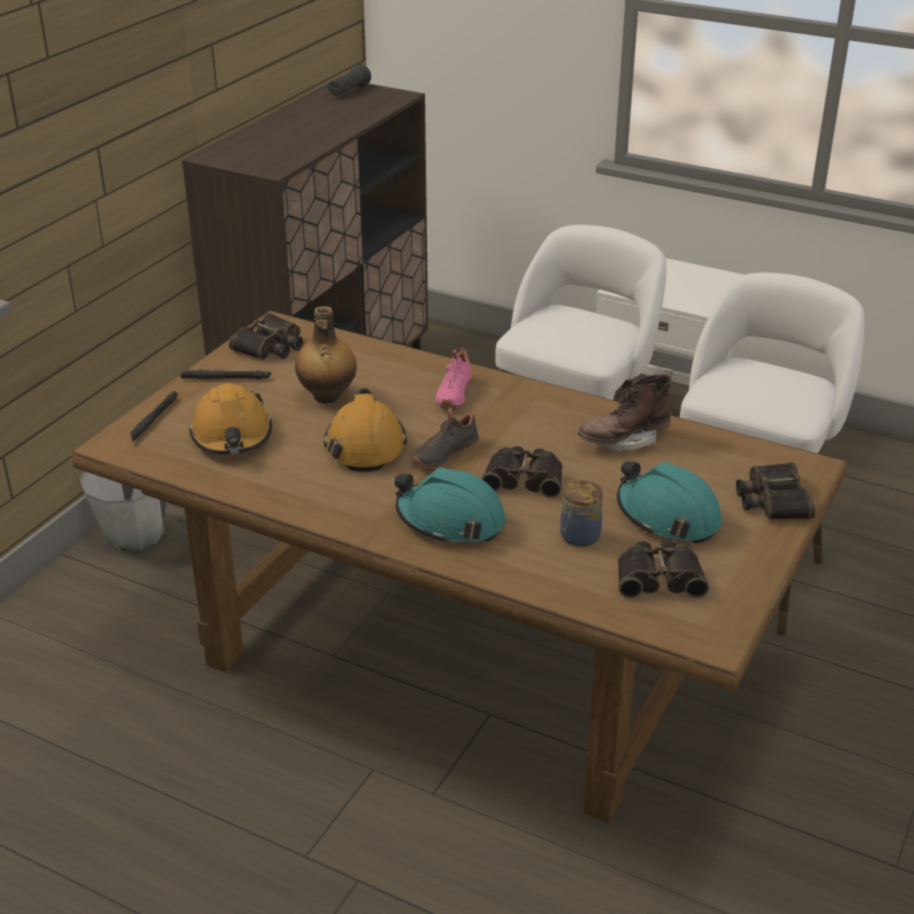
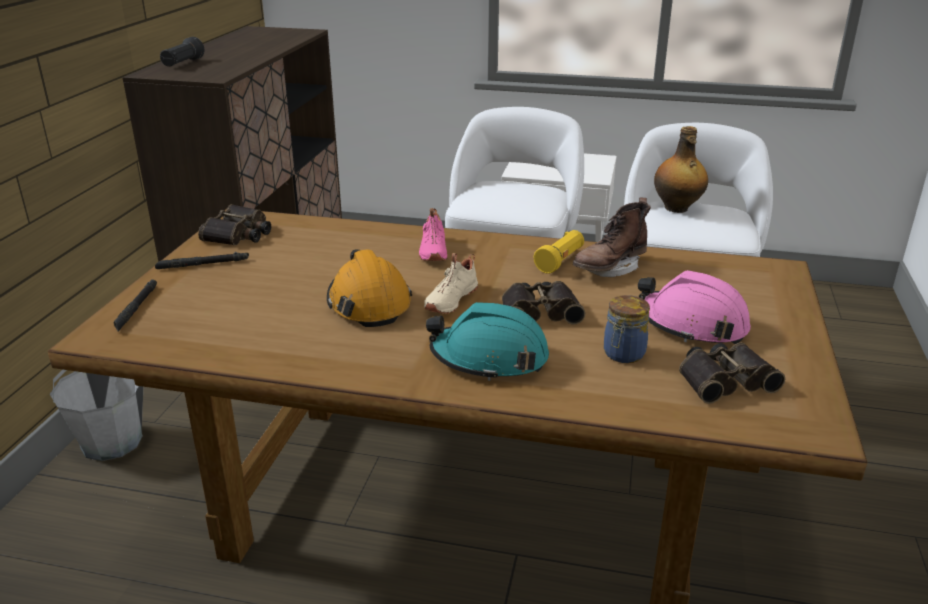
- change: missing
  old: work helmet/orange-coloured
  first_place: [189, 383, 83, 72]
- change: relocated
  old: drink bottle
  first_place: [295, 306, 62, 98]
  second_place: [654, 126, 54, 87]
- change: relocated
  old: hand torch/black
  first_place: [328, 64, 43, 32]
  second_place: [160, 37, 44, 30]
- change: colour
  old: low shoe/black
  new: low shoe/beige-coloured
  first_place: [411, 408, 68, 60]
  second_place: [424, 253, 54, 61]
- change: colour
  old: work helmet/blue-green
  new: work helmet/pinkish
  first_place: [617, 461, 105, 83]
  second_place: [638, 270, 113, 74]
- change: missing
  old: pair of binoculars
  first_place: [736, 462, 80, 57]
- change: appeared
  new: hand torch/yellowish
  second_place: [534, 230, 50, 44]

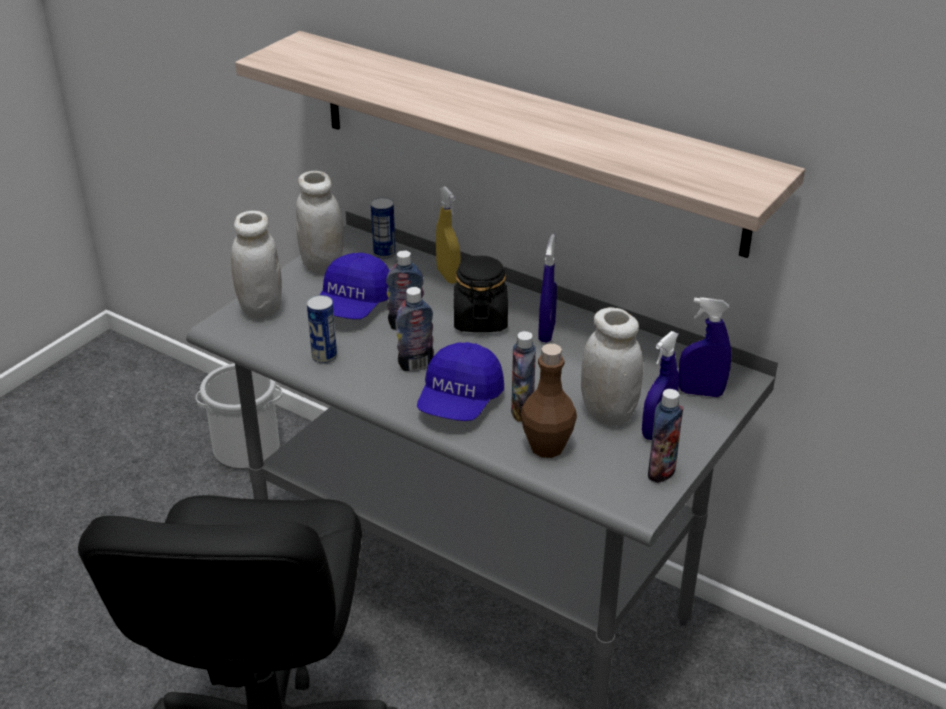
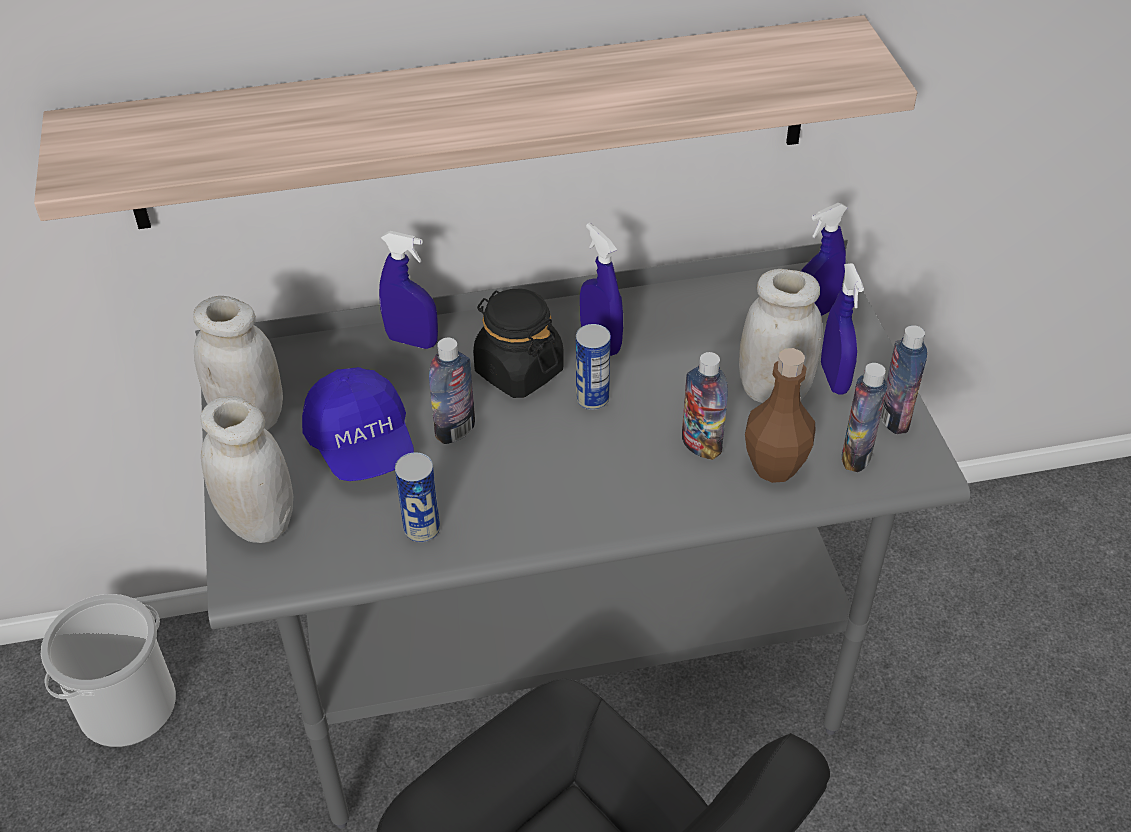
- change: relocated
  old: metal can
  first_place: [371, 197, 25, 62]
  second_place: [576, 324, 35, 86]
- change: relocated
  old: drink bottle
  first_place: [396, 287, 38, 84]
  second_place: [842, 363, 46, 109]
- change: missing
  old: baseball cap/blue-coloured
  first_place: [417, 342, 87, 79]
- change: colour
  old: sprayer/yellowish
  new: sprayer/blue-coloured
  first_place: [436, 186, 24, 98]
  second_place: [379, 231, 59, 118]

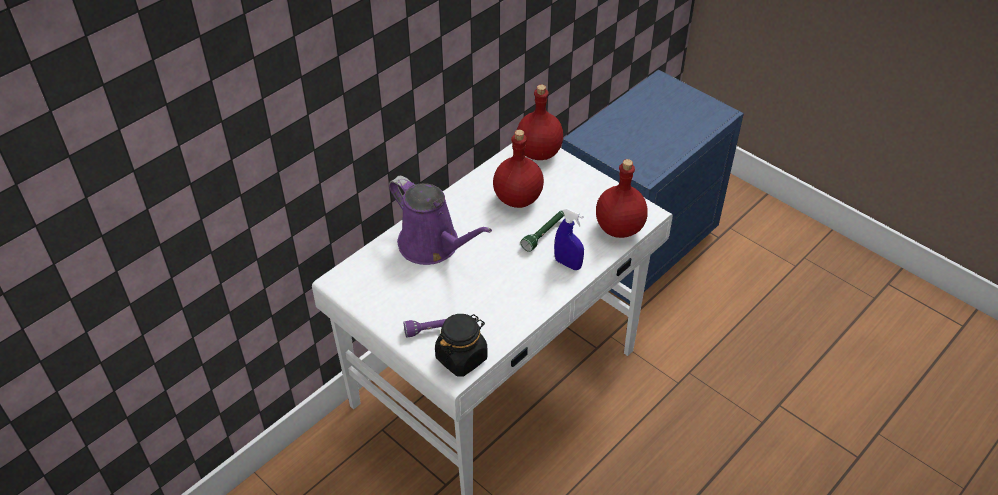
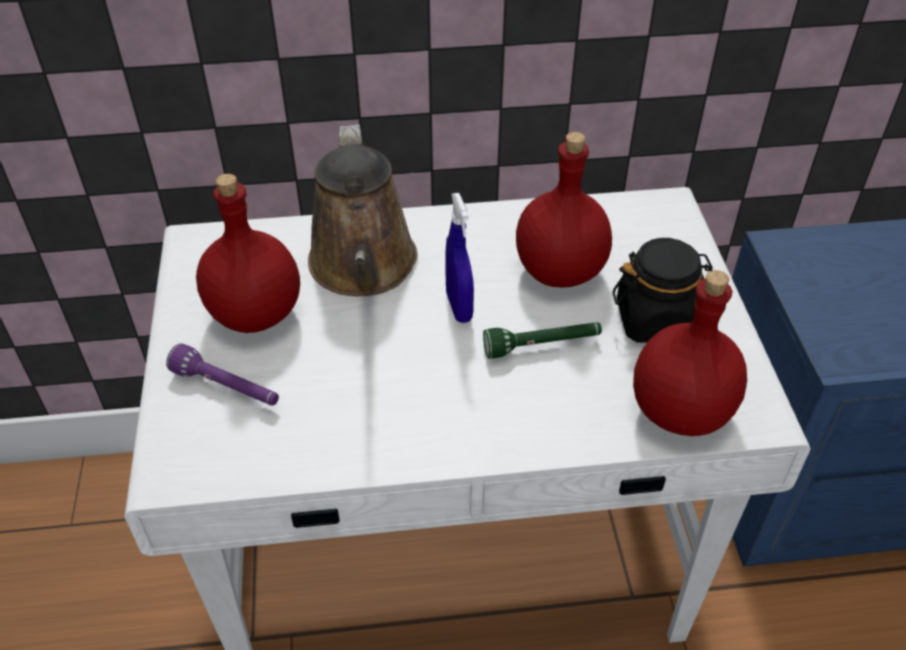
- change: colour
  old: watering can/purplish
  new: watering can/brown-coloured
  first_place: [389, 176, 103, 89]
  second_place: [308, 124, 109, 172]
- change: relocated
  old: preserve jar/black
  first_place: [435, 314, 52, 63]
  second_place: [613, 238, 100, 105]
- change: relocated
  old: drink bottle/red-coloured
  first_place: [517, 84, 46, 76]
  second_place: [196, 174, 104, 159]
- change: relocated
  old: sprayer/blue-coloured
  first_place: [554, 208, 30, 62]
  second_place: [445, 193, 29, 130]

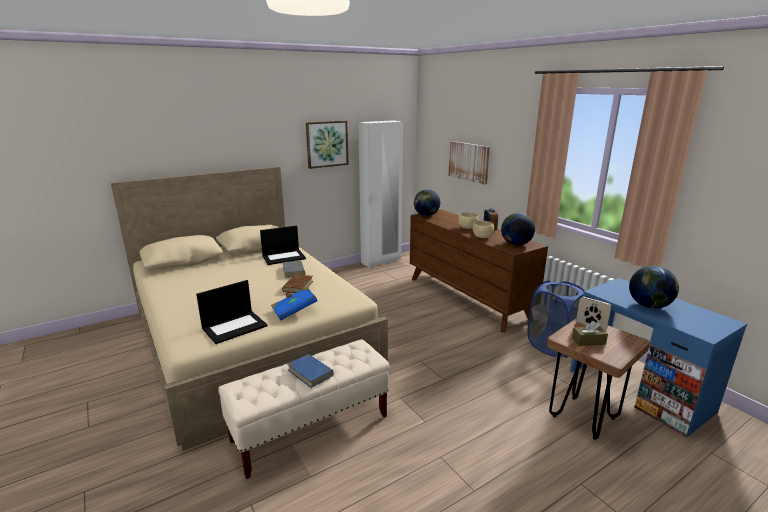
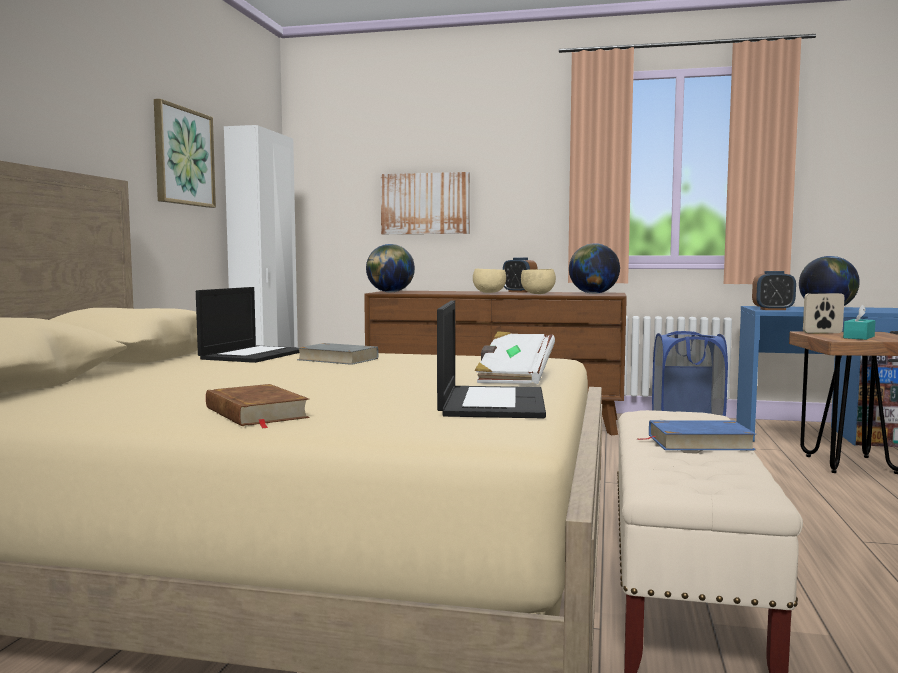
- change: colour
  old: bound book/blue-coloured
  new: bound book/whitish
  first_place: [271, 287, 46, 33]
  second_place: [475, 331, 80, 53]
- change: relocated
  old: bound book/brown-coloured
  first_place: [282, 274, 31, 21]
  second_place: [206, 384, 104, 44]
- change: colour
  old: box of tissues/brown-coloured
  new: box of tissues/blue-green
  first_place: [572, 321, 36, 25]
  second_place: [843, 305, 33, 35]
- change: appeared
  new: bedside clock
  second_place: [752, 271, 44, 39]

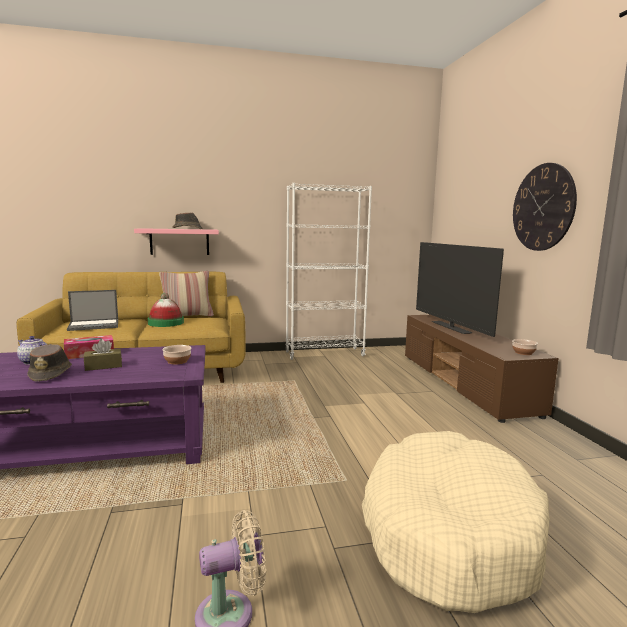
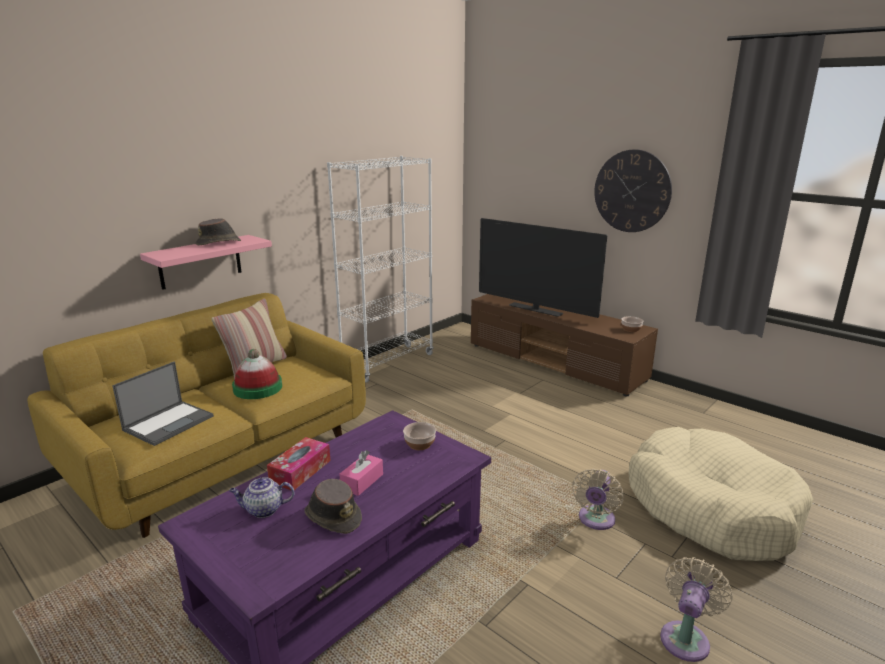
- change: colour
  old: box of tissues/brown-coloured
  new: box of tissues/pinkish
  first_place: [84, 339, 38, 32]
  second_place: [339, 450, 44, 46]
- change: appeared
  new: fan/beige-coloured
  second_place: [572, 468, 52, 62]

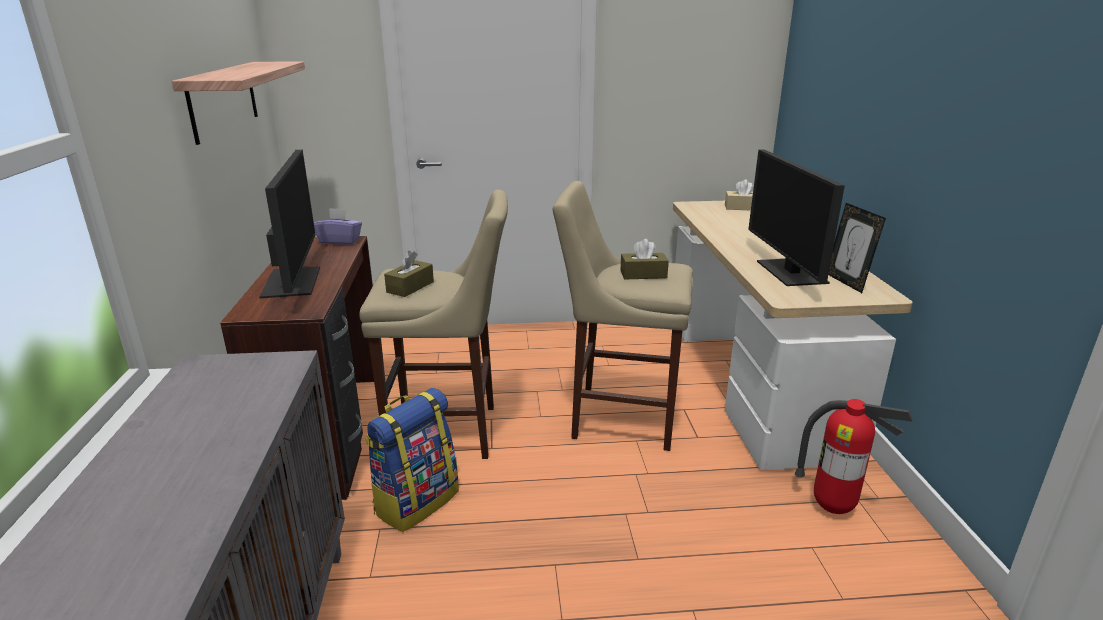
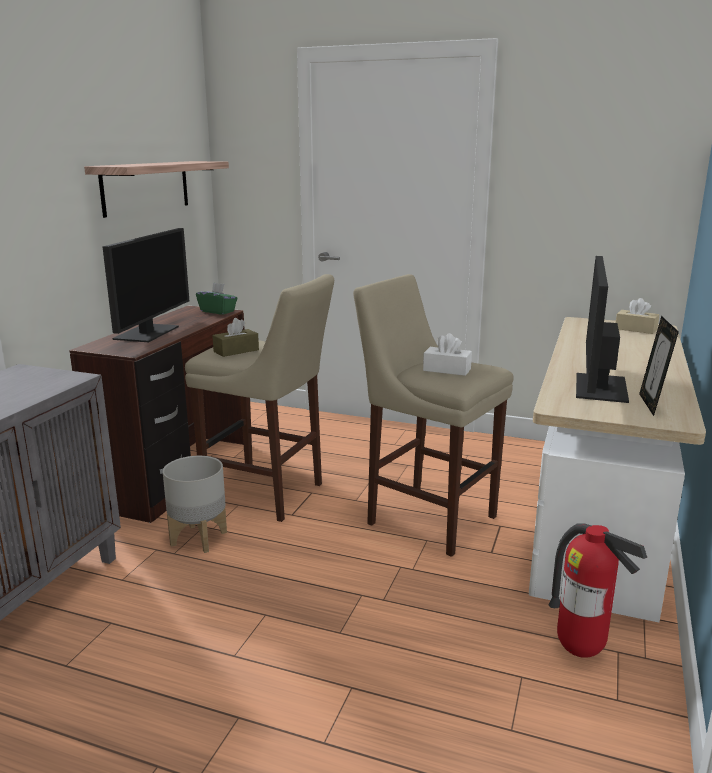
- change: colour
  old: box of tissues/purplish
  new: box of tissues/green-coloured
  first_place: [314, 208, 48, 37]
  second_place: [196, 282, 42, 33]
- change: exchanged
  old: backpack
  new: planter/greyish
  first_place: [365, 388, 94, 144]
  second_place: [163, 456, 64, 97]
- change: colour
  old: box of tissues/brown-coloured
  new: box of tissues/whitish
  first_place: [620, 239, 49, 40]
  second_place: [423, 333, 49, 43]

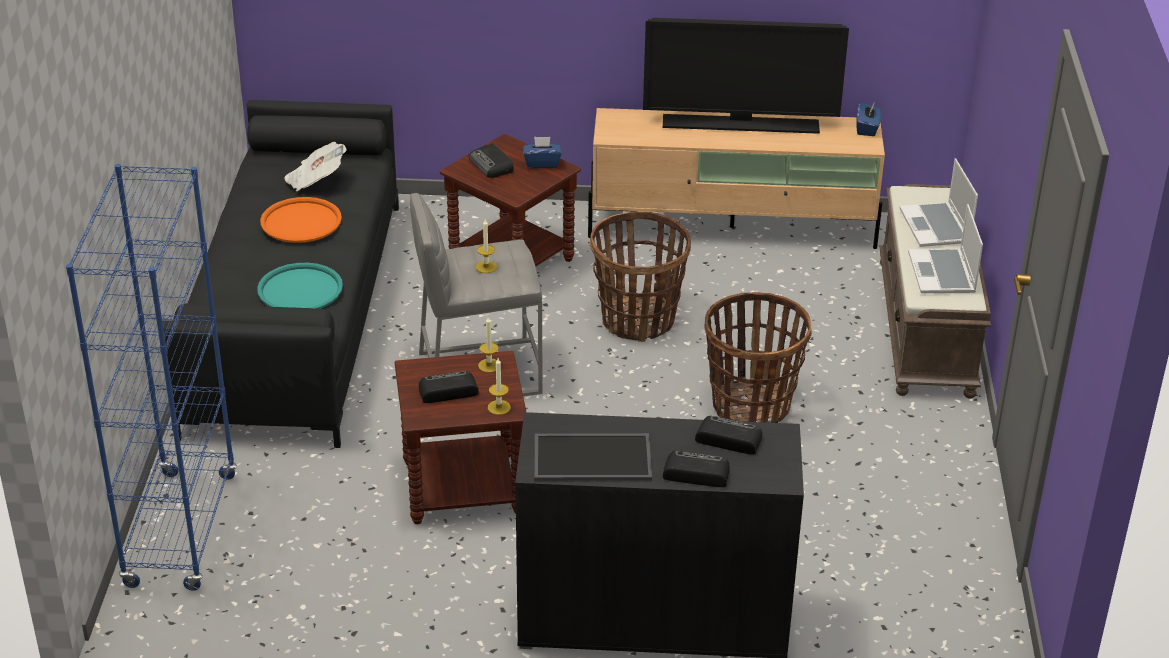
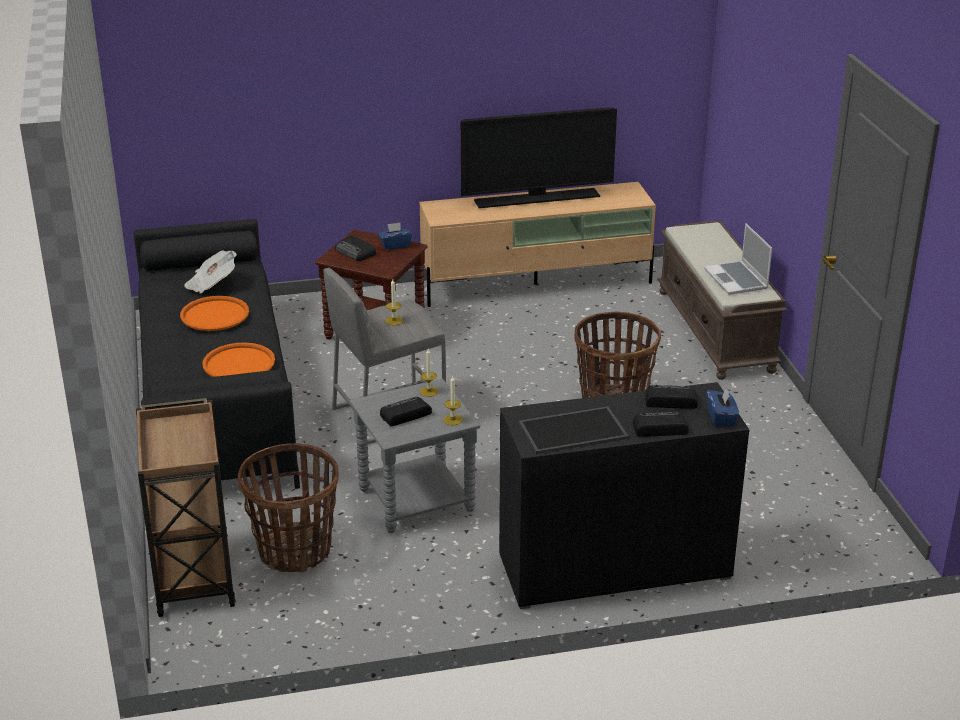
- change: exchanged
  old: bookshelf/blue-coloured
  new: cart/brown-coloured
  first_place: [66, 164, 171, 427]
  second_place: [136, 398, 100, 219]
- change: colour
  old: serving tray/blue-green
  new: serving tray/orange-coloured
  first_place: [257, 263, 86, 46]
  second_place: [202, 343, 73, 34]
- change: colour
  old: side table/brown-coloured
  new: side table/greyish
  first_place: [395, 351, 131, 173]
  second_place: [350, 379, 130, 154]
- change: relocated
  old: storage basket
  first_place: [590, 211, 101, 131]
  second_place: [238, 443, 101, 129]
- change: relocated
  old: box of tissues/blue-coloured
  first_place: [856, 102, 25, 34]
  second_place: [706, 387, 33, 40]
- change: missing
  old: laptop
  first_place: [899, 158, 79, 89]

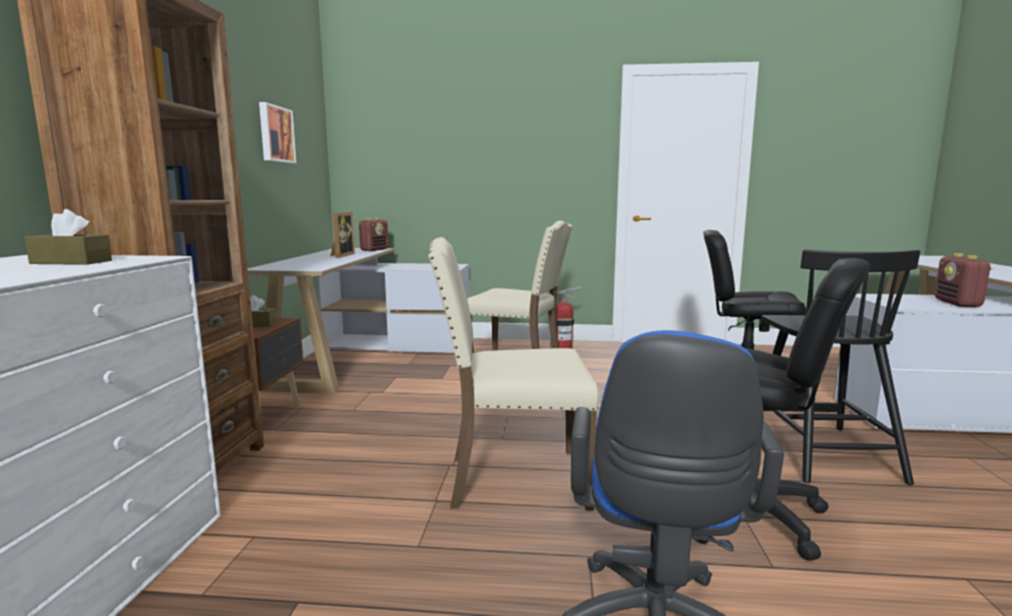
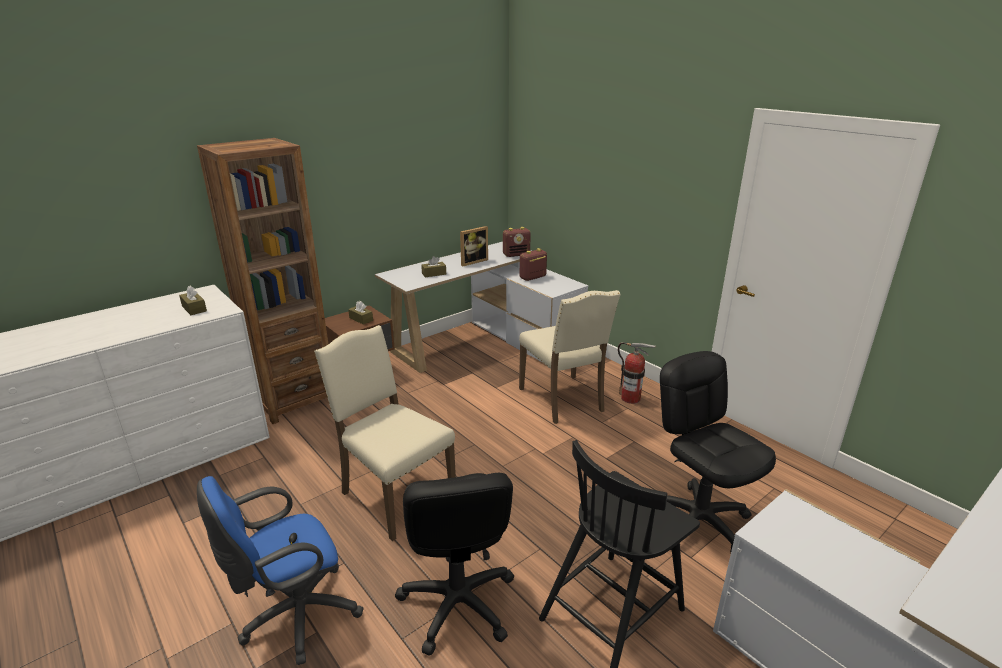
- change: missing
  old: picture
  first_place: [259, 102, 37, 61]
- change: relocated
  old: radio set
  first_place: [935, 253, 58, 54]
  second_place: [520, 248, 27, 33]
- change: appeared
  new: box of tissues/brown-coloured
  second_place: [421, 256, 25, 21]

